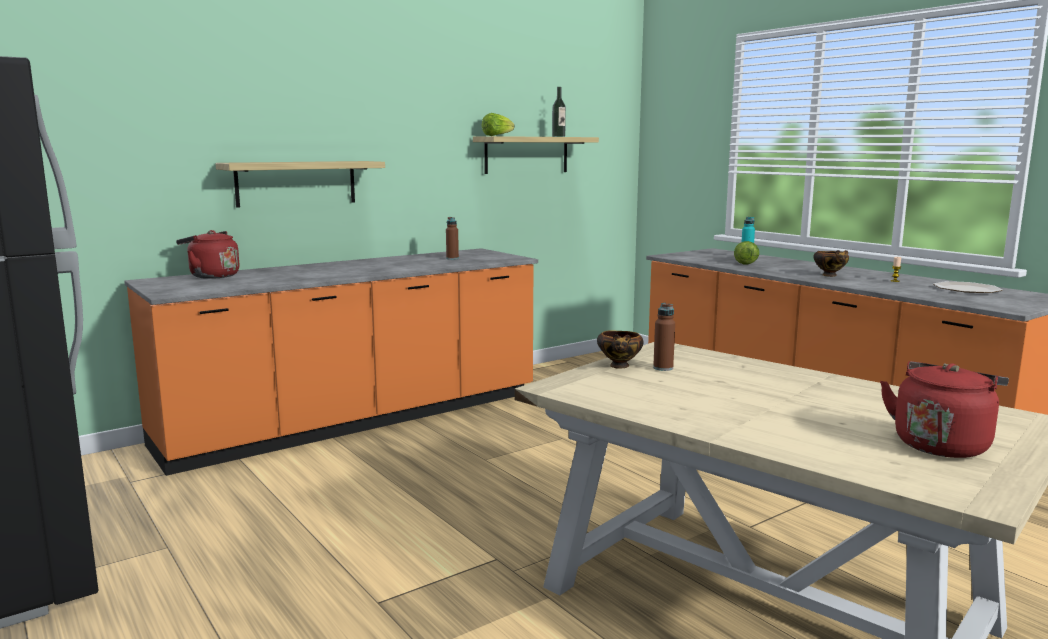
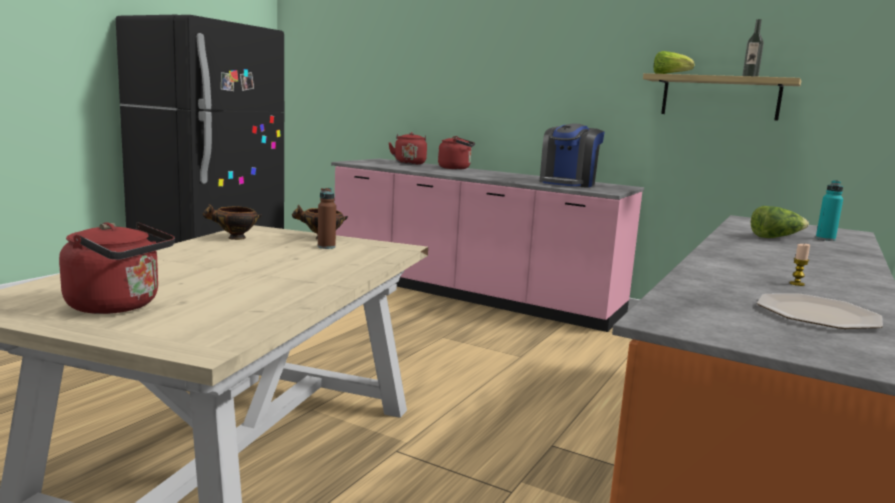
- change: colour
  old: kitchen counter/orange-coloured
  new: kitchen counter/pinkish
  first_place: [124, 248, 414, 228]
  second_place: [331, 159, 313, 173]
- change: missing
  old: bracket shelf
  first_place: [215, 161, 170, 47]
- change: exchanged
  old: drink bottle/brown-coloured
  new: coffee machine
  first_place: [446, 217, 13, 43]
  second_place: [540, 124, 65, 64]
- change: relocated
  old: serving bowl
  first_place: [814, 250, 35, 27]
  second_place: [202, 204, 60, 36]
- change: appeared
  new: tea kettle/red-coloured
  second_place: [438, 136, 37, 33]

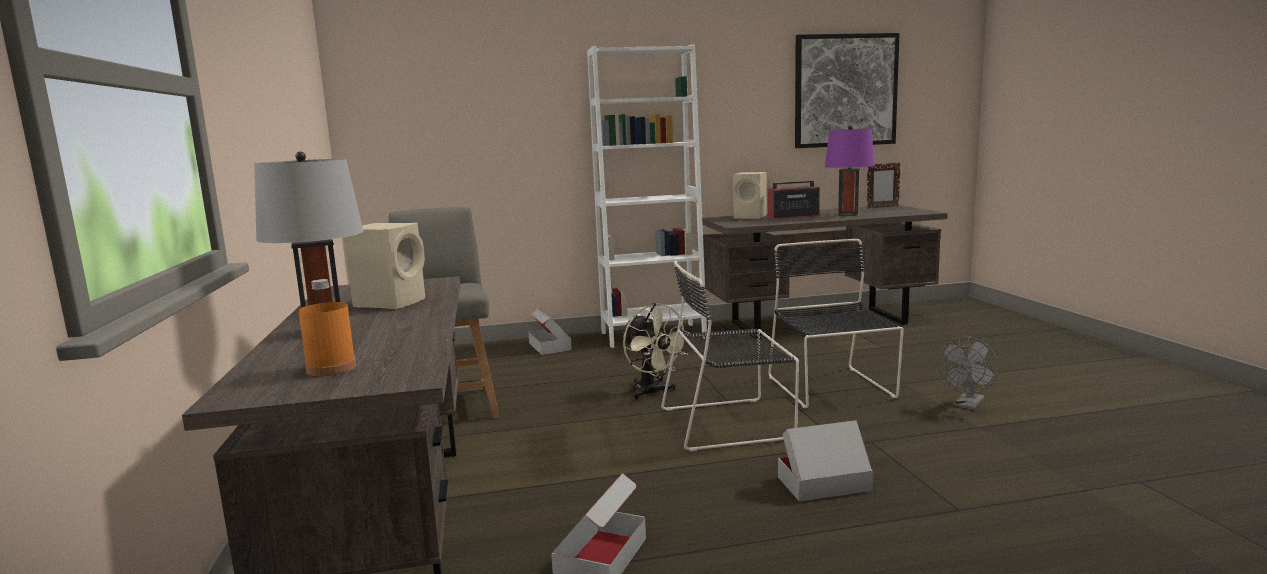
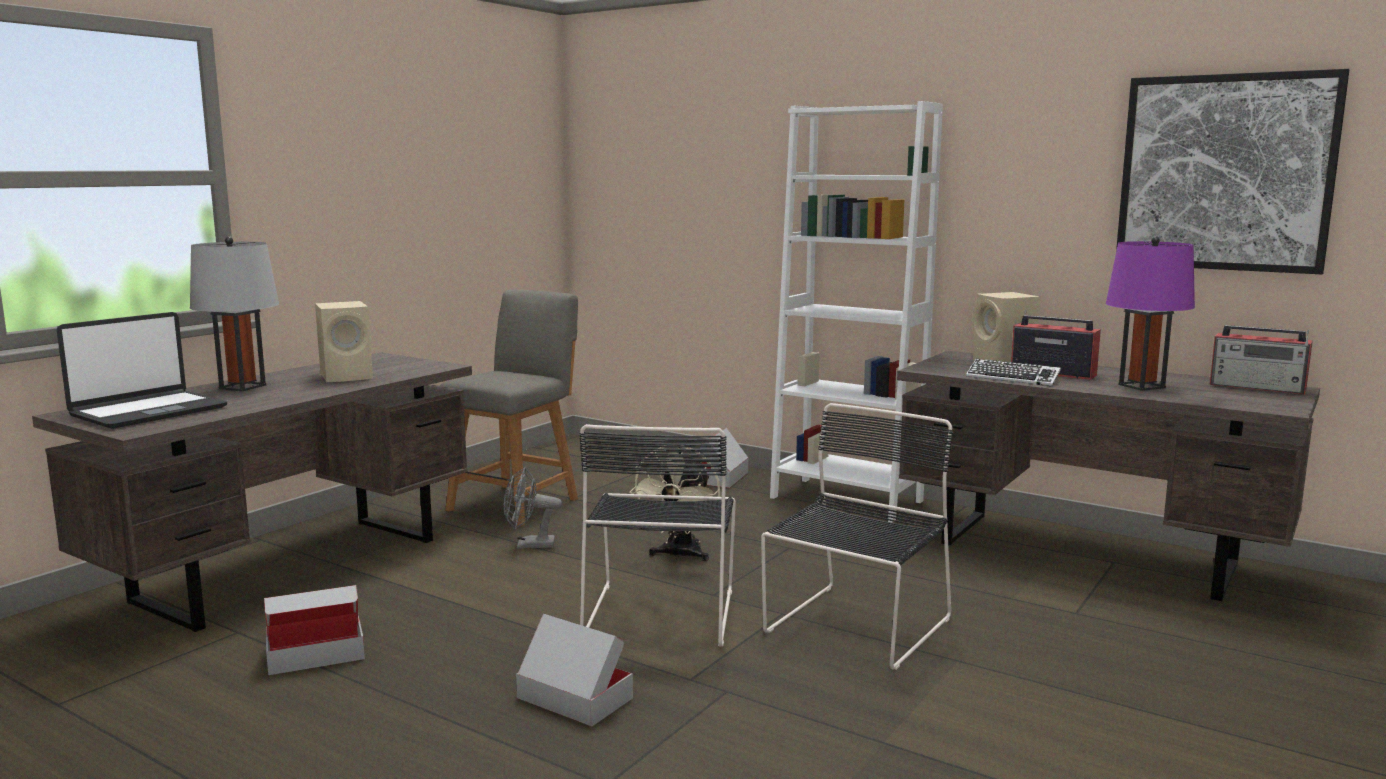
- change: exchanged
  old: drink bottle/orange-coloured
  new: laptop
  first_place: [298, 279, 58, 97]
  second_place: [57, 312, 170, 117]
- change: spun
  old: upright chair/black
  first_place: [661, 261, 138, 190]
  second_place: [579, 424, 157, 223]
  degrees: -120
- change: exchanged
  old: photo frame
  new: radio set
  first_place: [867, 162, 34, 47]
  second_place: [1210, 325, 103, 69]
- change: relocated
  old: fan/greyish
  first_place: [938, 337, 61, 73]
  second_place: [504, 467, 58, 82]
- change: appeared
  new: keyboard
  second_place: [966, 359, 95, 27]

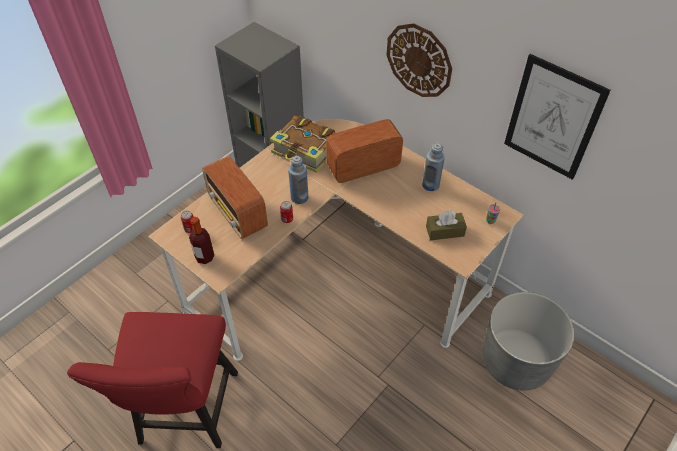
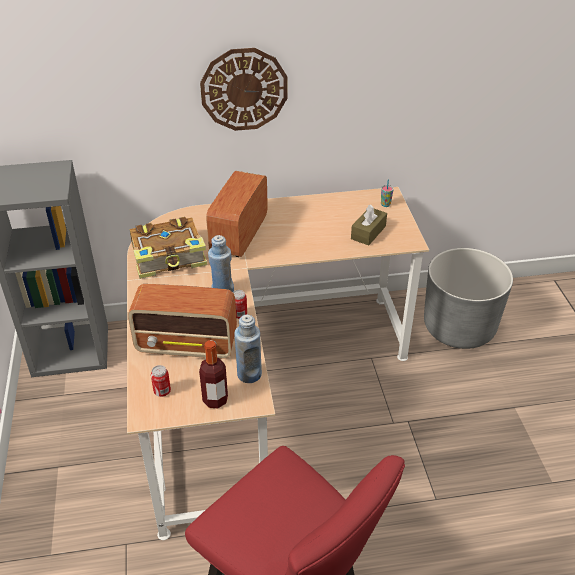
- change: relocated
  old: drink bottle/blue-coloured
  first_place: [422, 143, 23, 48]
  second_place: [234, 314, 28, 69]
- change: missing
  old: picture
  first_place: [504, 54, 107, 126]

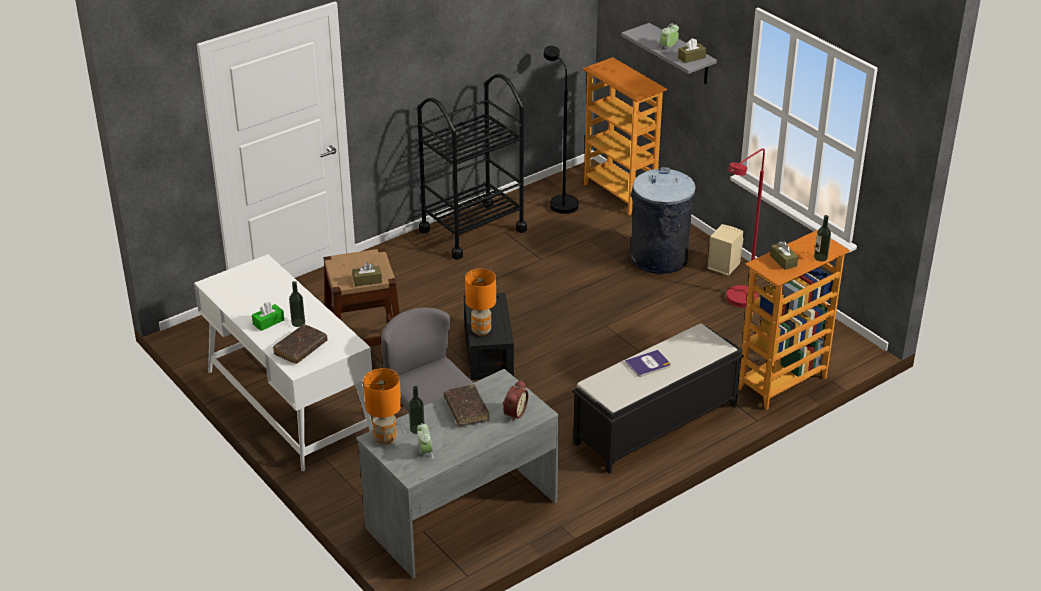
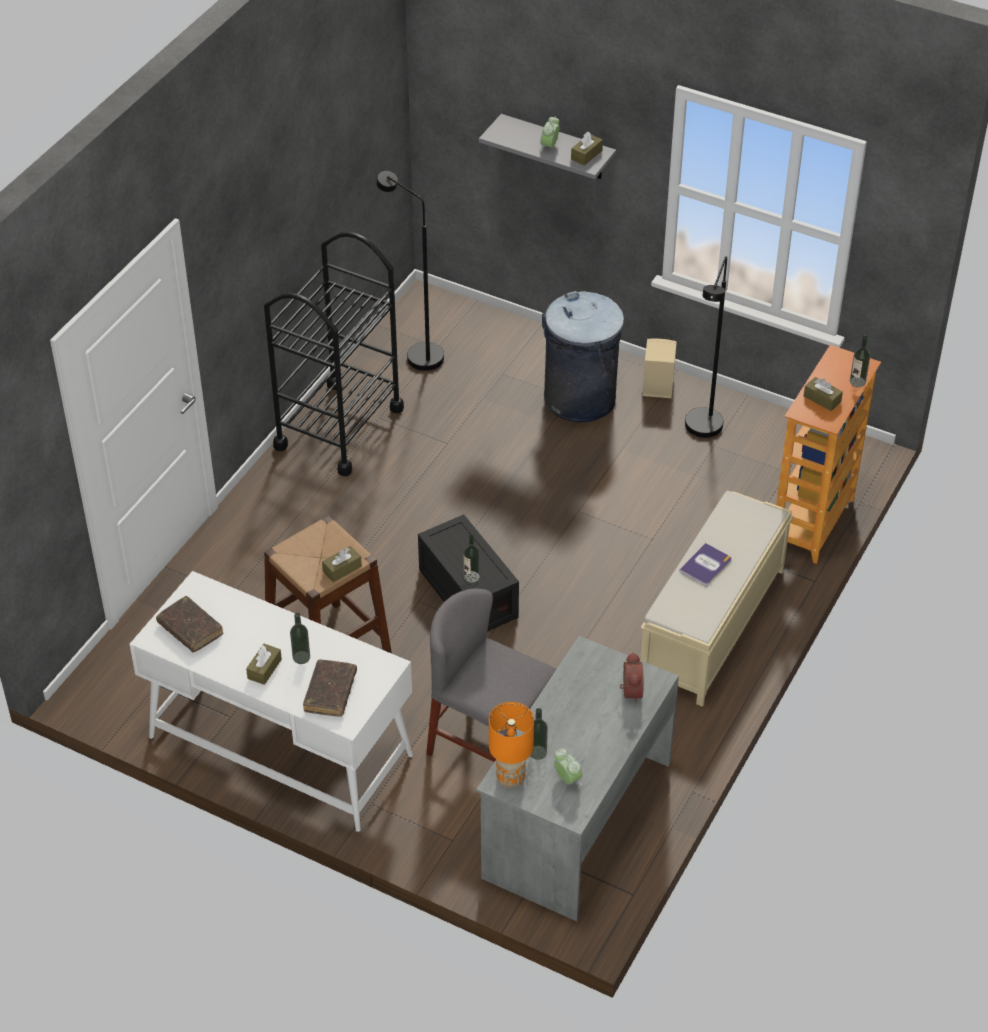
- change: colour
  old: box of tissues/green-coloured
  new: box of tissues/brown-coloured
  first_place: [252, 302, 32, 29]
  second_place: [246, 644, 36, 41]
- change: relocated
  old: bound book/brown-coloured
  first_place: [444, 384, 46, 42]
  second_place: [156, 596, 67, 56]
- change: exchanged
  old: table lamp/orange-coloured
  new: drink bottle
  first_place: [465, 269, 31, 67]
  second_place: [464, 534, 16, 49]
- change: colour
  old: long seat/black
  new: long seat/beige-coloured
  first_place: [572, 324, 172, 150]
  second_place: [641, 491, 152, 216]
- change: missing
  old: bookshelf
  first_place: [583, 57, 84, 158]
- change: colour
  old: floor lamp/red-coloured
  new: floor lamp/black
  first_place: [726, 148, 39, 160]
  second_place: [685, 256, 42, 182]

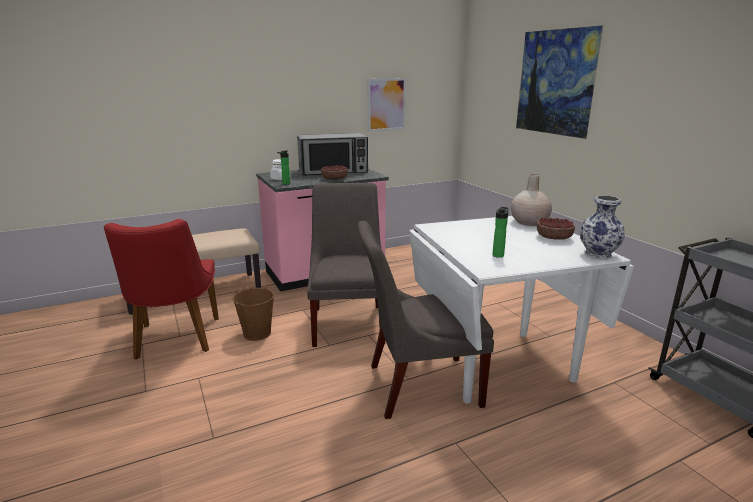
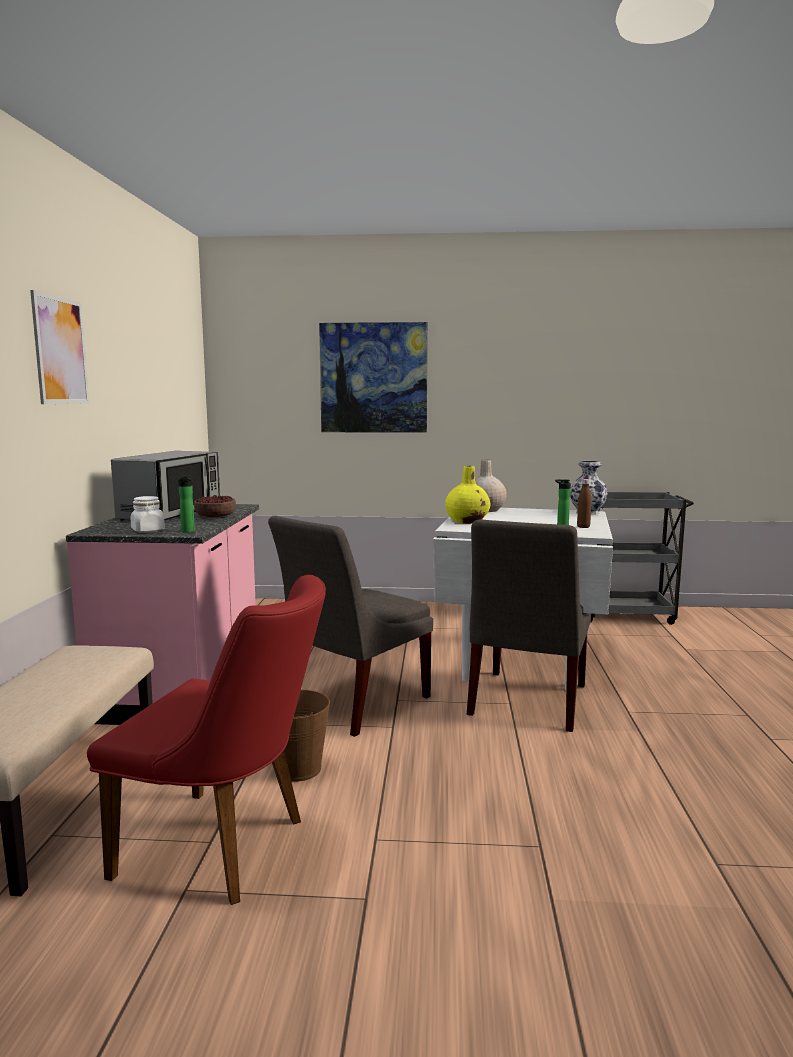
- change: spun
  old: upright chair/greyish
  first_place: [307, 183, 74, 164]
  second_place: [268, 516, 165, 221]
  degrees: -75
- change: relocated
  old: picture
  first_place: [367, 78, 39, 54]
  second_place: [30, 290, 59, 114]
- change: missing
  old: serving bowl
  first_place: [537, 217, 38, 23]
- change: appeared
  new: decorative vase/yellowish
  second_place: [445, 466, 45, 58]
- change: appeared
  new: drink bottle/brown-coloured
  second_place: [577, 479, 14, 49]

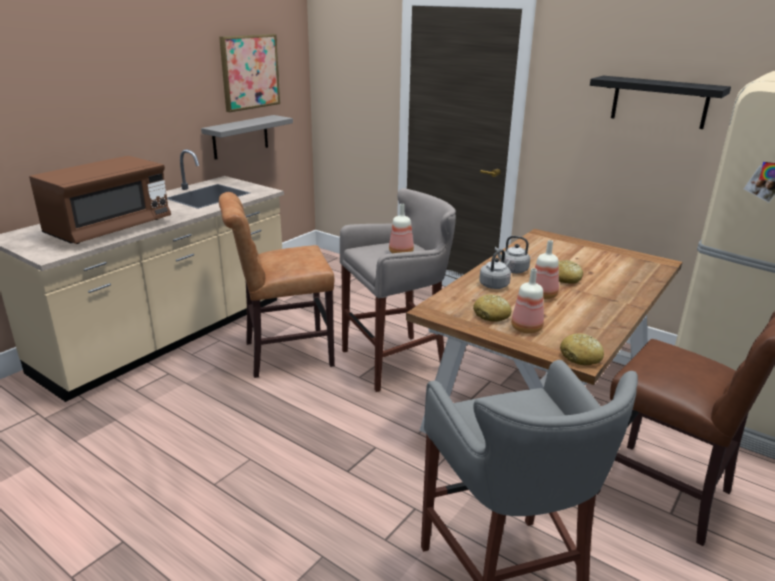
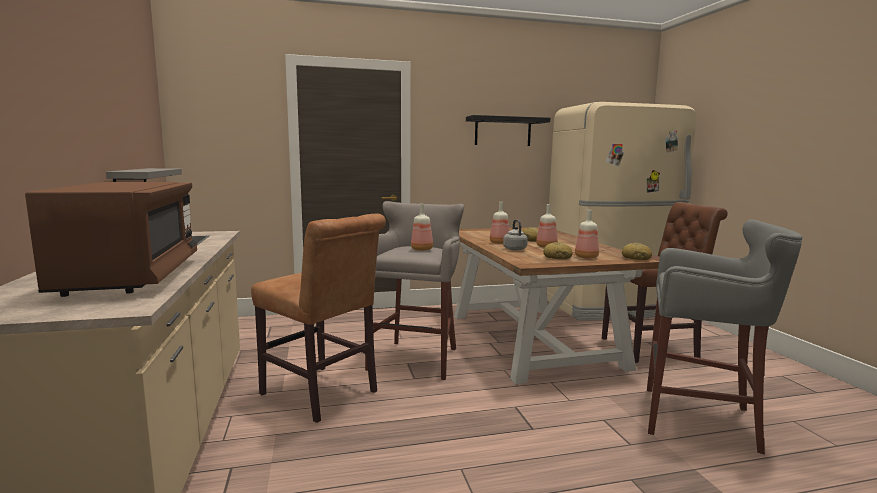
- change: missing
  old: picture
  first_place: [219, 34, 61, 78]
- change: spun
  old: upright chair/brown-coloured
  first_place: [219, 192, 116, 186]
  second_place: [251, 213, 135, 210]
  degrees: -75
- change: exchanged
  old: tea kettle/greyish
  new: drink bottle
  first_place: [495, 236, 35, 37]
  second_place: [490, 202, 19, 42]

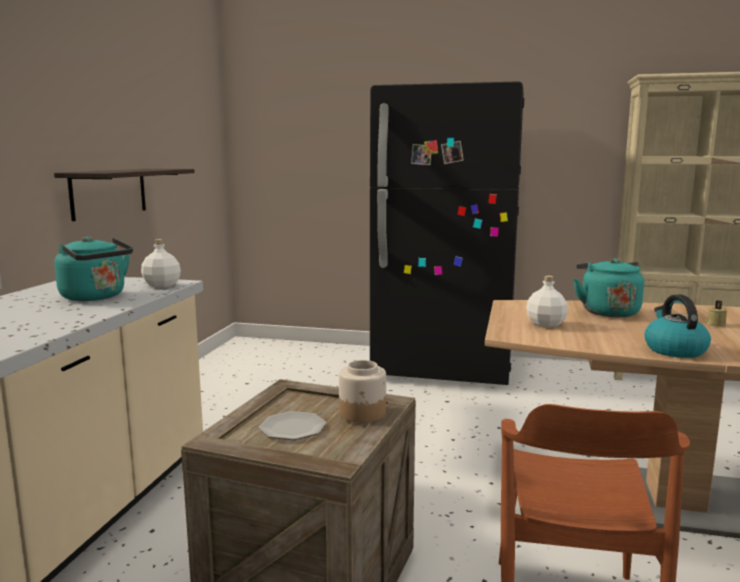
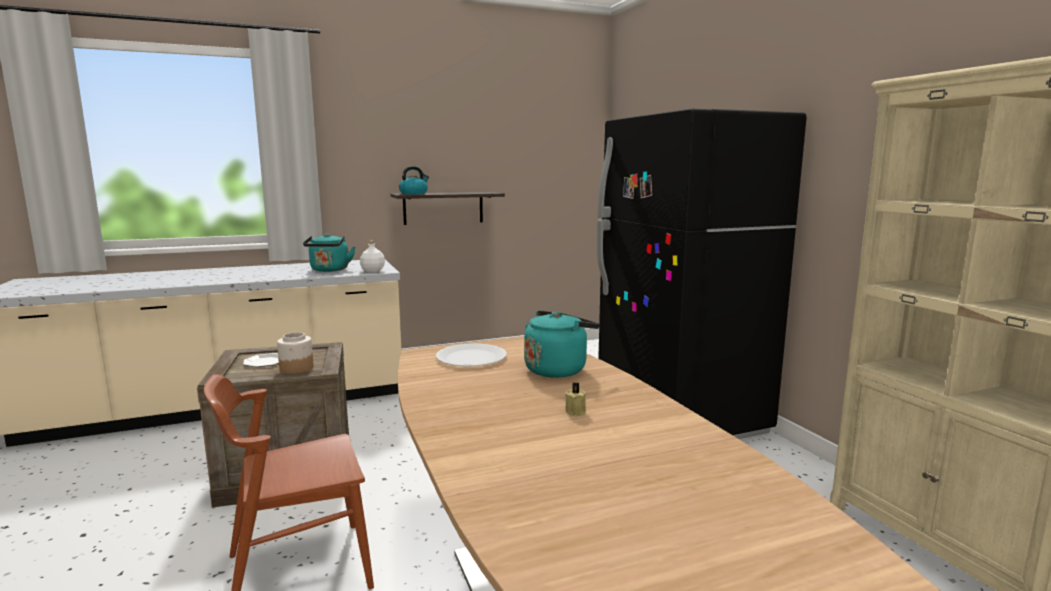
- change: exchanged
  old: drink bottle/whitish
  new: flat dish/whitish
  first_place: [526, 276, 42, 52]
  second_place: [436, 344, 71, 22]
- change: relocated
  old: tea kettle
  first_place: [644, 295, 67, 63]
  second_place: [399, 166, 30, 28]

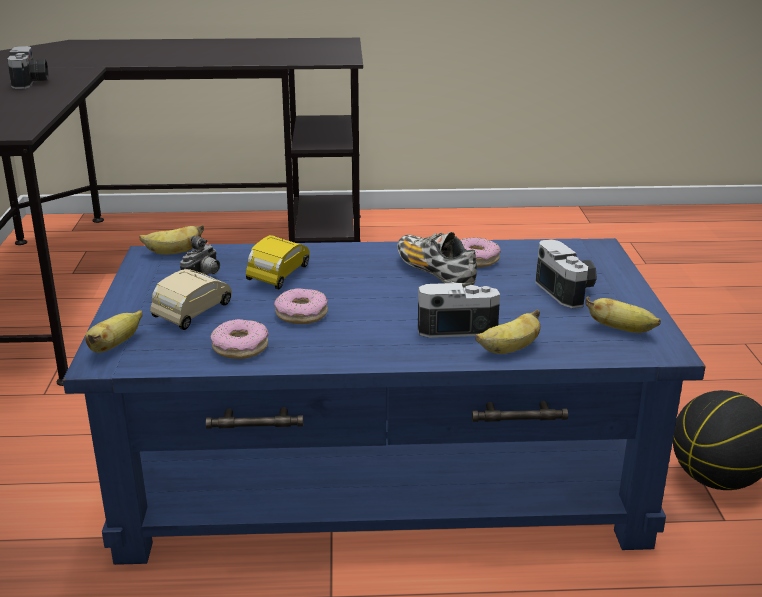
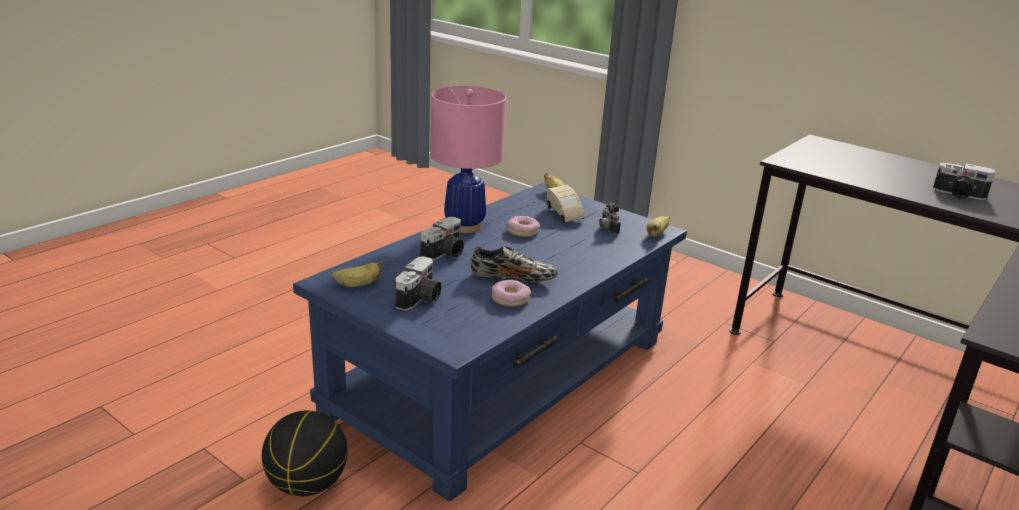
- change: missing
  old: donut
  first_place: [210, 319, 59, 40]
- change: missing
  old: model car/yellowish
  first_place: [246, 235, 64, 55]
- change: missing
  old: whole banana
  first_place: [475, 309, 66, 45]
- change: spun
  old: photo camera
  first_place: [535, 239, 62, 70]
  second_place: [395, 256, 47, 55]
  degrees: -90
- change: appeared
  new: table lamp/pinkish
  second_place: [431, 86, 75, 147]

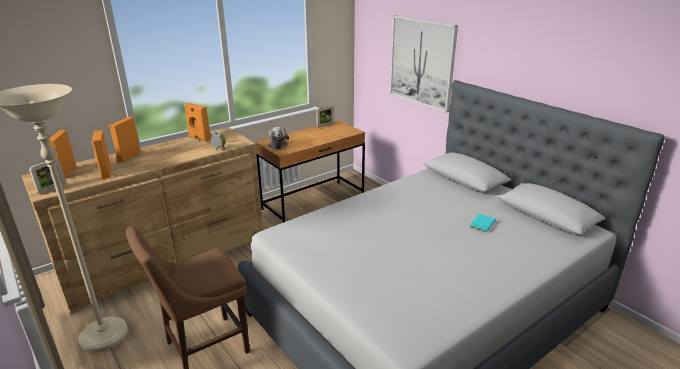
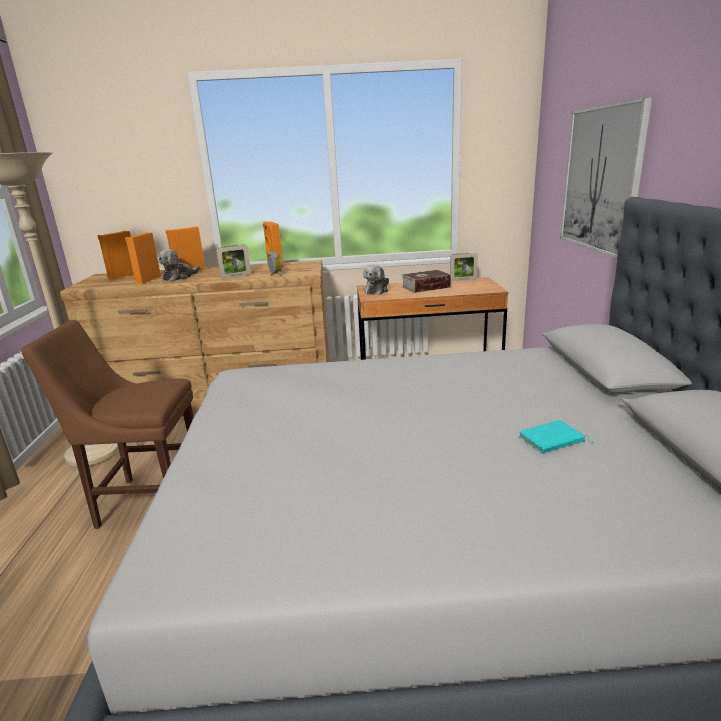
- change: relocated
  old: photo frame
  first_place: [29, 158, 37, 36]
  second_place: [216, 245, 35, 34]
- change: appeared
  new: cuddly toy
  second_place: [158, 249, 42, 32]
- change: appeared
  new: bound book
  second_place: [402, 269, 50, 24]

